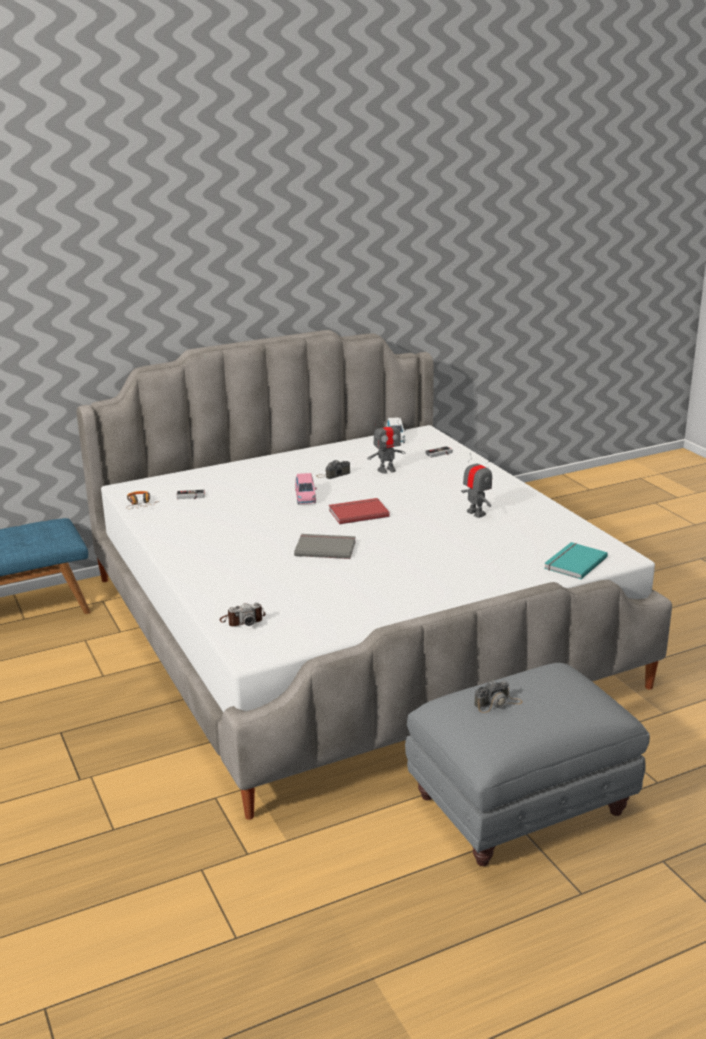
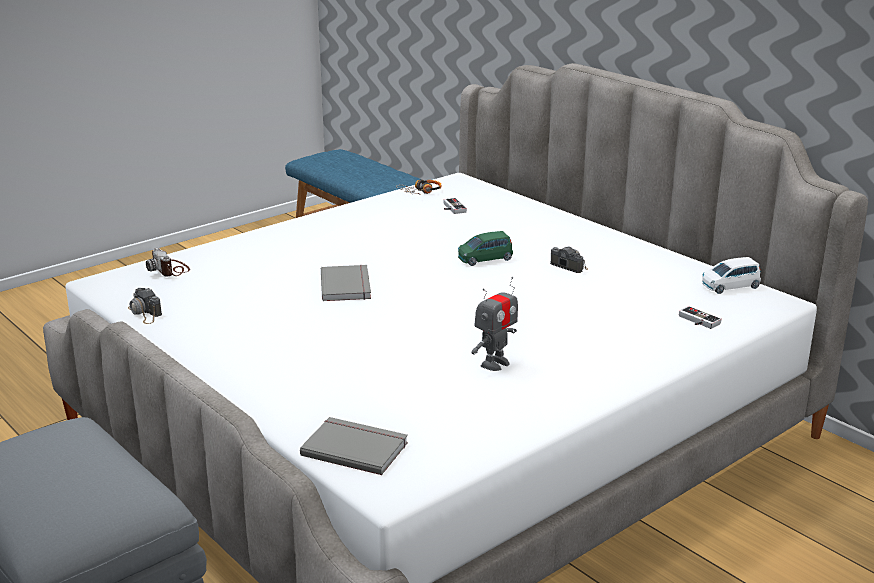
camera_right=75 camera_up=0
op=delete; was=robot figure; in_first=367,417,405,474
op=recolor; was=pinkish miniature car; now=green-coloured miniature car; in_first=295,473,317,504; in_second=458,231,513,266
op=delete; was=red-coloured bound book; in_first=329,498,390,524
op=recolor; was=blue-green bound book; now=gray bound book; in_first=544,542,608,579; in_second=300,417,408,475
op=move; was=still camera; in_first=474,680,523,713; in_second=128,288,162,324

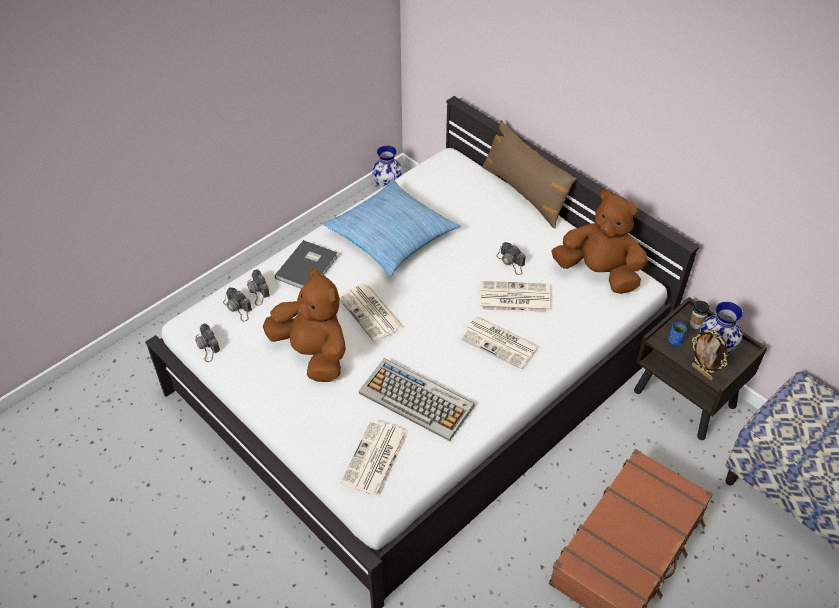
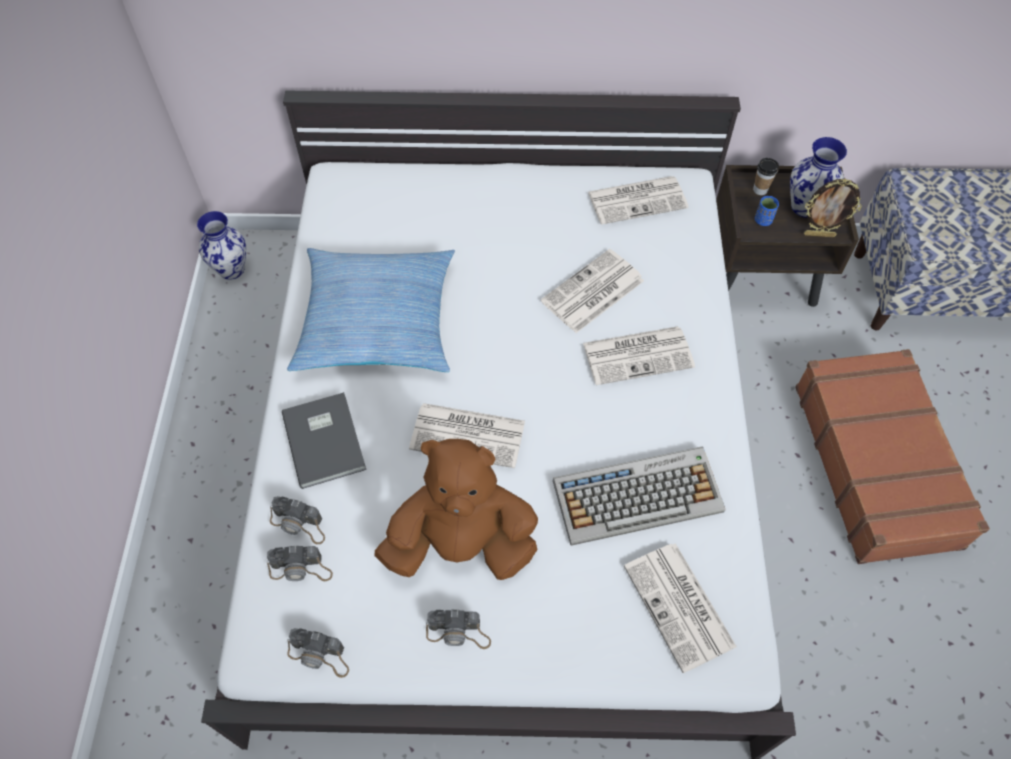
camera_right=-45 camera_up=10
op=delete; was=brown-coloured cushion; in_first=482,120,577,229
op=replace; was=brown-coloured plush toy; now=printed paper; in_first=551,190,648,294; in_second=588,176,689,225
op=move; was=still camera; in_first=496,242,526,275; in_second=426,610,491,649

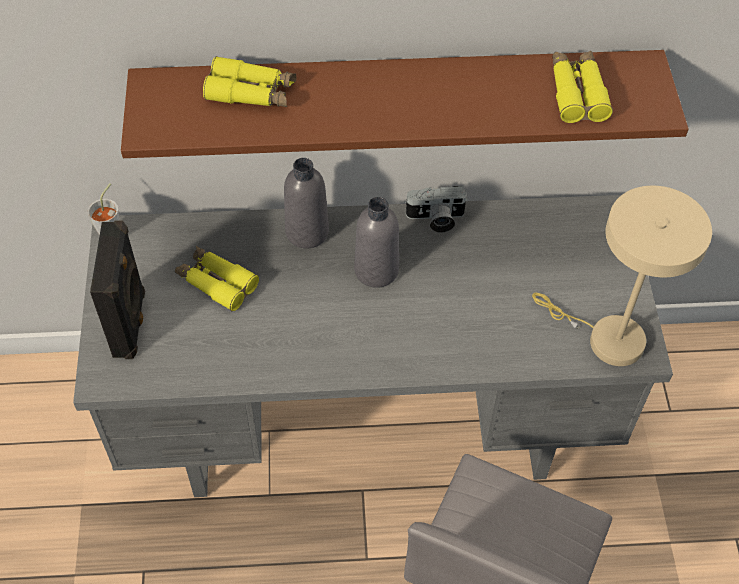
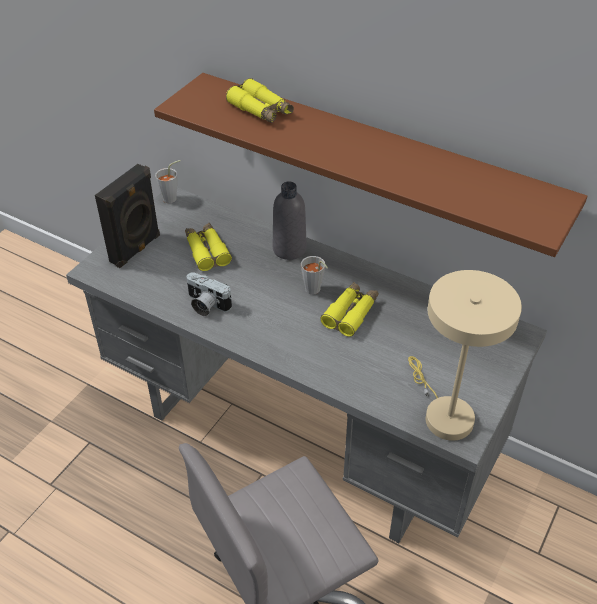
camera_right=35 camera_up=-10
op=move; was=yellowish binoculars; in_first=553,51,613,123; in_second=320,282,379,337
op=move; was=still camera; in_first=404,186,468,233; in_second=187,272,232,316
op=replace; was=gray beverage bottle; now=gray cup; in_first=354,197,399,288; in_second=301,256,328,295

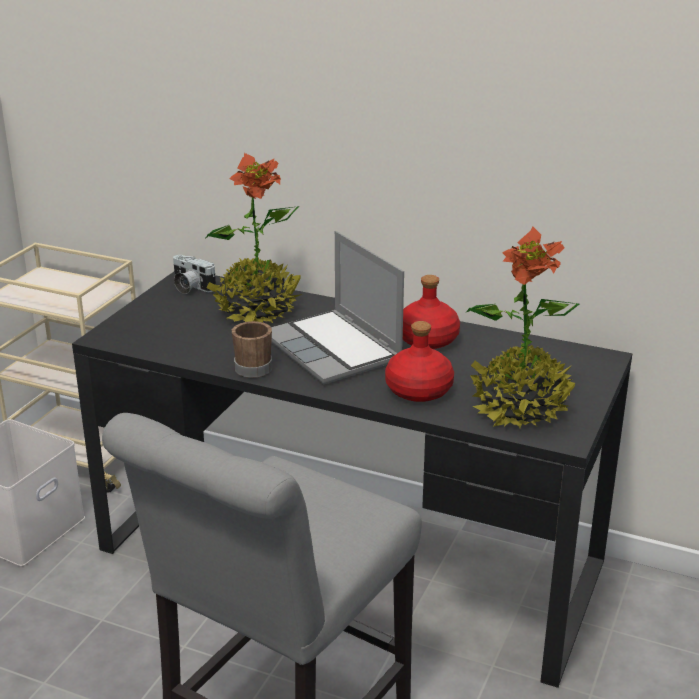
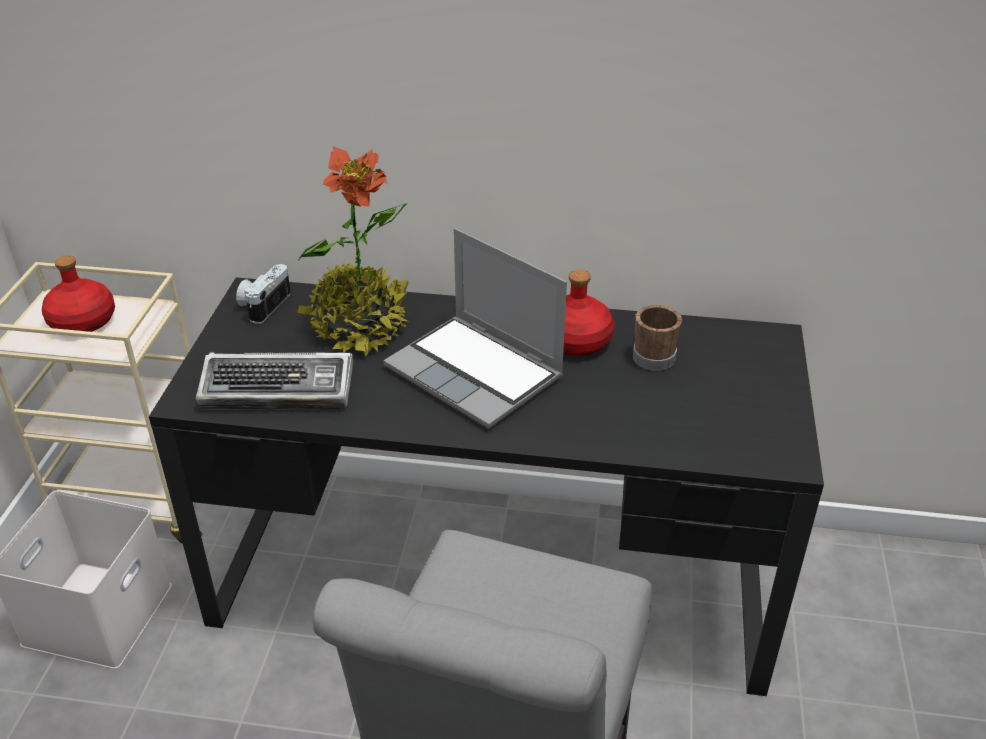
camera_right=-15 camera_up=10
op=delete; was=plant in a pot; in_first=466,227,579,428
op=rotate; was=still camera; in_first=173,255,216,294; in_second=236,264,291,324; clockwise=90
op=move; was=brown-coloured mug; in_first=232,321,272,378; in_second=633,305,682,371
op=move; was=red-coloured beverage bottle; in_first=385,321,454,402; in_second=42,255,115,332
op=insert; now=PC keyboard; in_second=195,352,353,409

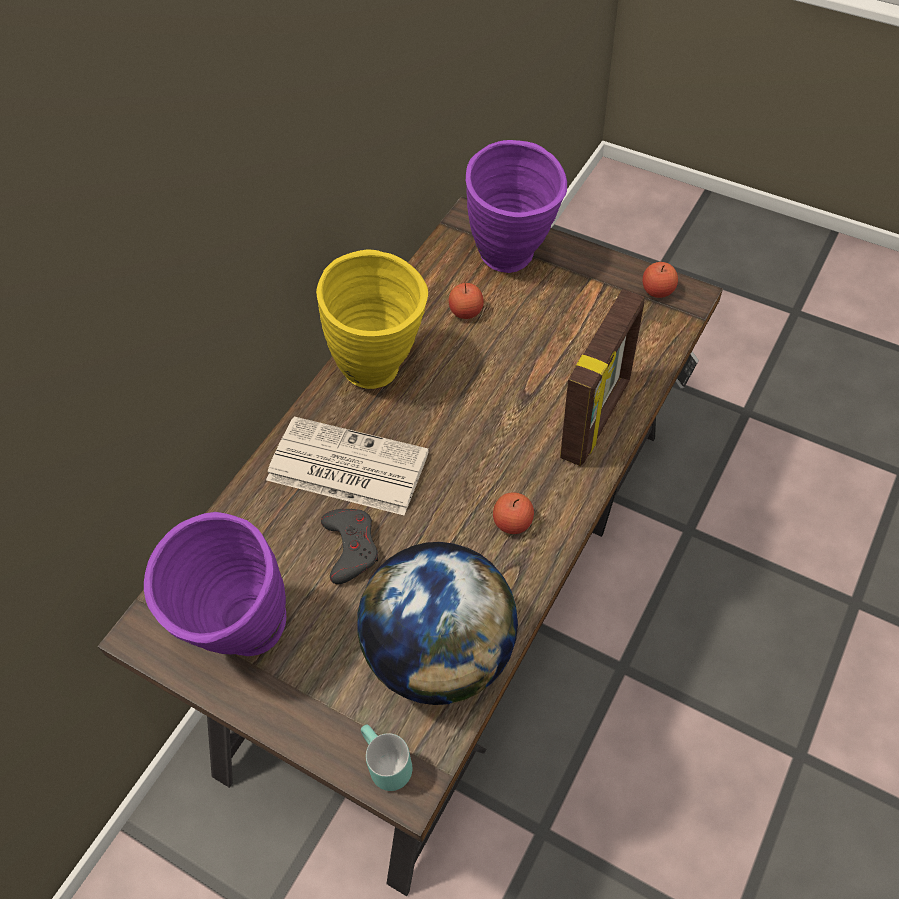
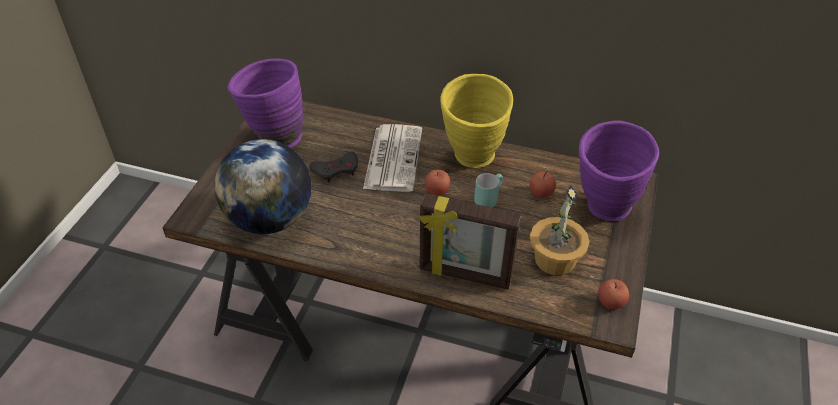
camera_right=75 camera_up=-10
op=move; was=whole apple; in_first=493,492,534,534; in_second=425,169,450,196
op=move; was=blue-green mug; in_first=361,724,412,791; in_second=474,173,503,208
op=insert; now=plant in a pot; in_second=530,185,590,275

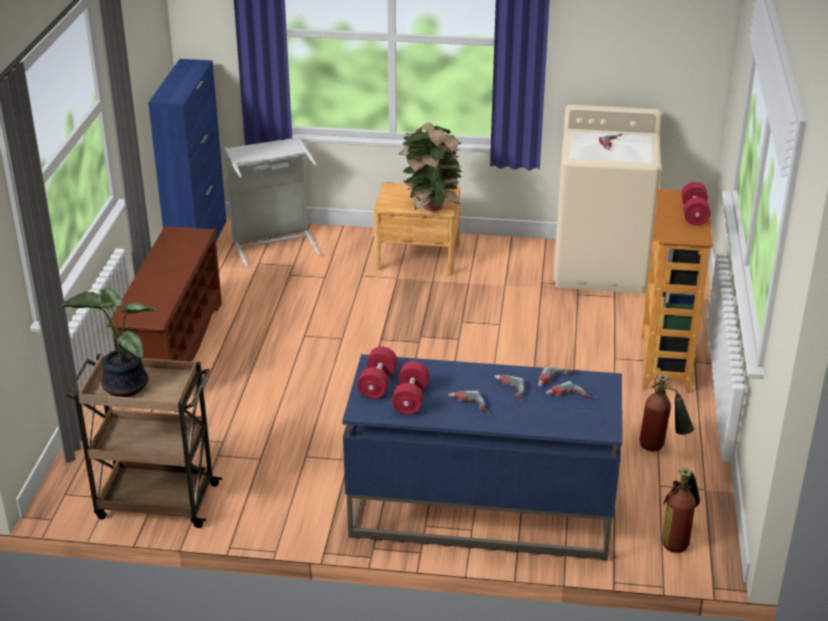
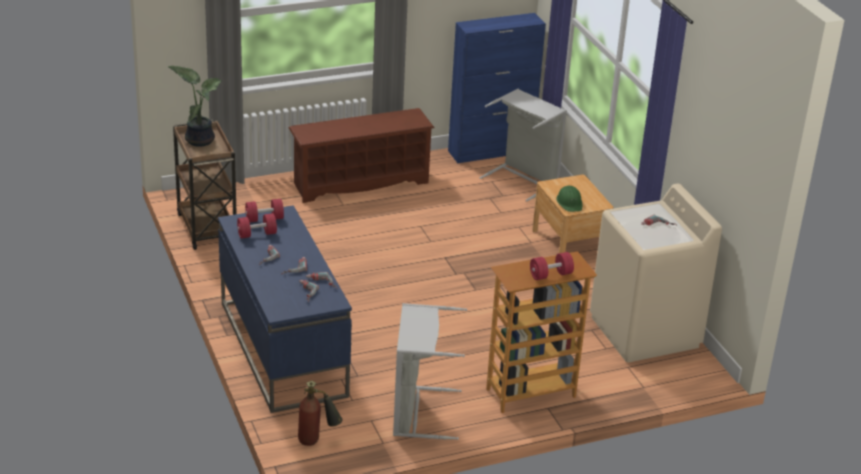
camera_right=60 camera_up=0
op=replace; was=plant in a pot; now=green-coloured work helmet; in_first=399,123,462,211; in_second=556,185,582,212
op=replace; was=fire-fighting cylinder; now=gray laundry basket; in_first=639,374,694,452; in_second=393,303,468,440

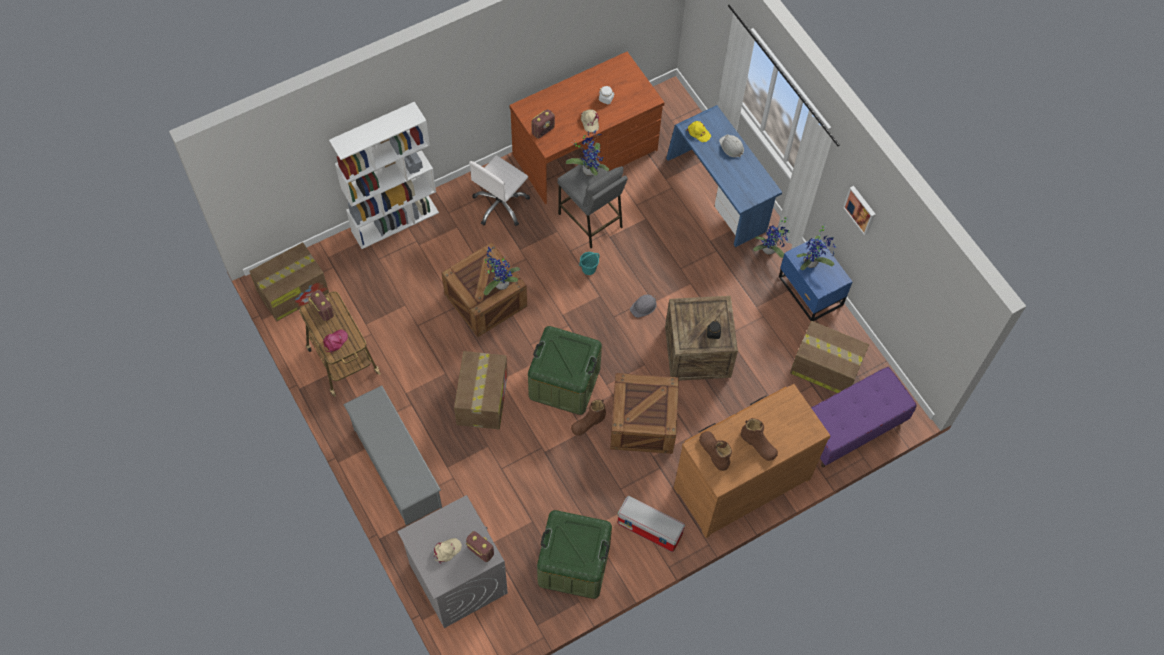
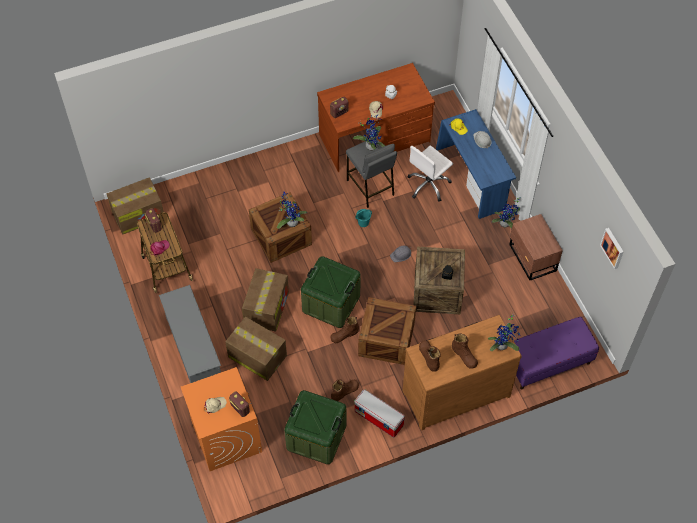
camera_right=10 camera_up=-5
op=delete; was=white-coloured shelving unit; in_first=329,102,439,249
op=move; was=white-coloured office chair; in_first=469,155,530,226; in_second=407,145,453,202
op=move; was=wall art; in_first=843,186,876,236; in_second=600,228,624,269
op=move; was=plant in a pot; in_first=796,223,836,270; in_second=488,313,520,351
op=recolor; was=bluish night table; now=brown-coloured night table; in_first=779,238,853,321; in_second=509,214,563,280
op=move; was=cardboard box; in_first=790,321,869,393; in_second=225,317,287,381
op=recolor; was=gray laundry appliance; now=orange laundry appliance; in_first=397,495,508,628; in_second=181,367,262,471
op=insert; now=brown-coloured boot; in_second=331,379,359,401

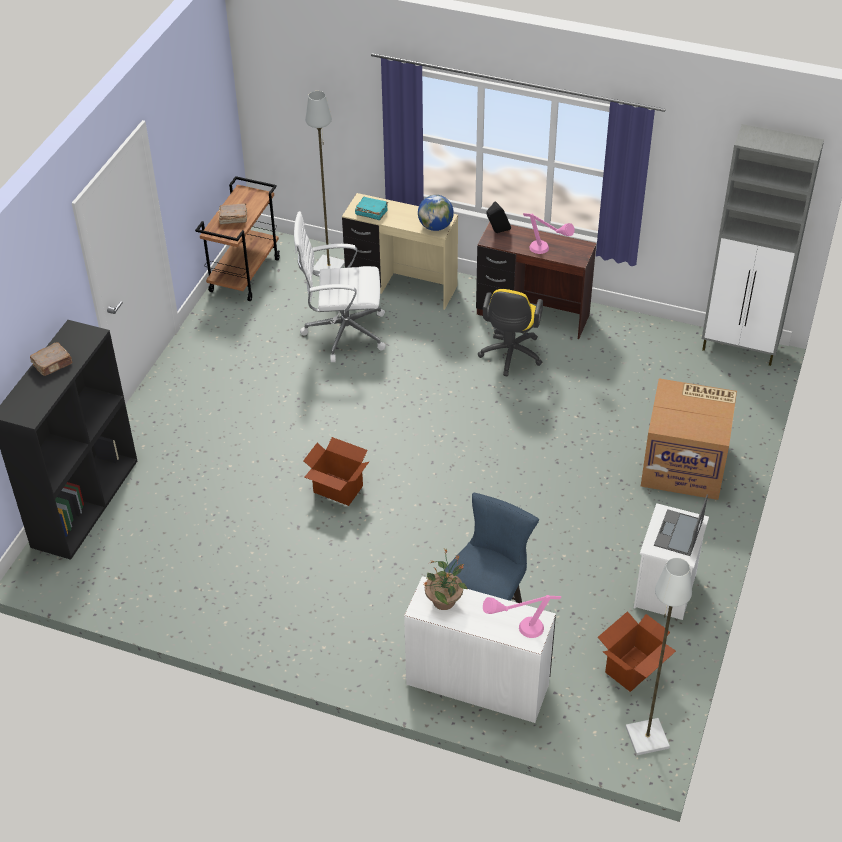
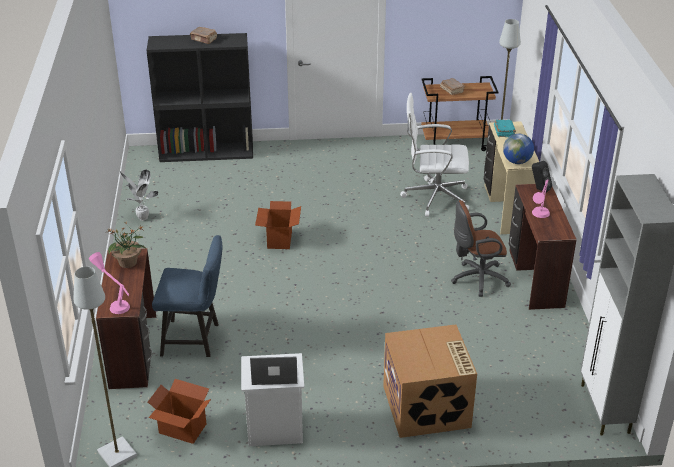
camera_right=65 camera_up=-10
op=rotate; was=white-coloured office chair; in_first=294,211,386,362; in_second=400,93,469,217; clockwise=-60
op=recolor; was=yellowish office chair; now=brown-coloured office chair; in_first=478,289,543,376; in_second=451,200,511,297
op=recolor; was=white-coloured desk; now=brown-coloured desk; in_first=404,576,556,723; in_second=96,248,156,389
op=insert; now=plant in a pot; in_second=120,169,158,221

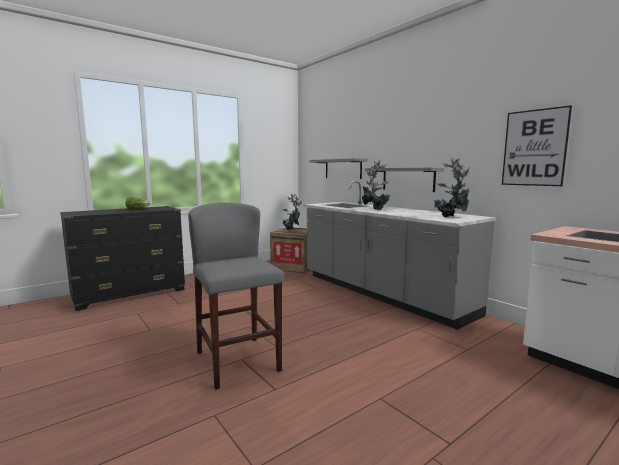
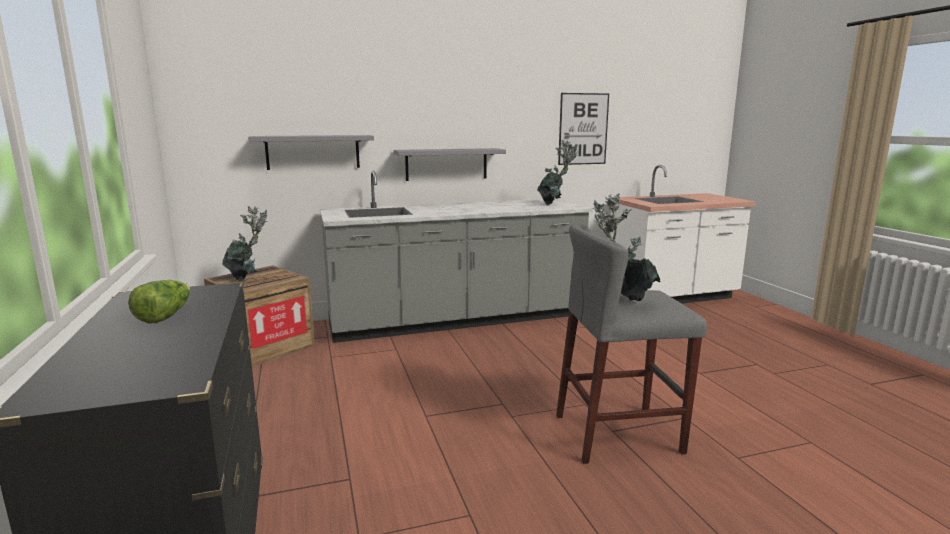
camera_right=-70 camera_up=5
op=move; was=plant in a pot; in_first=362,161,390,210; in_second=593,193,660,301

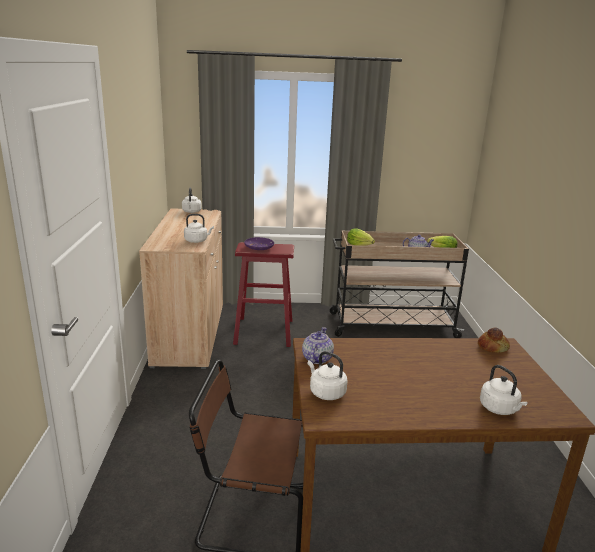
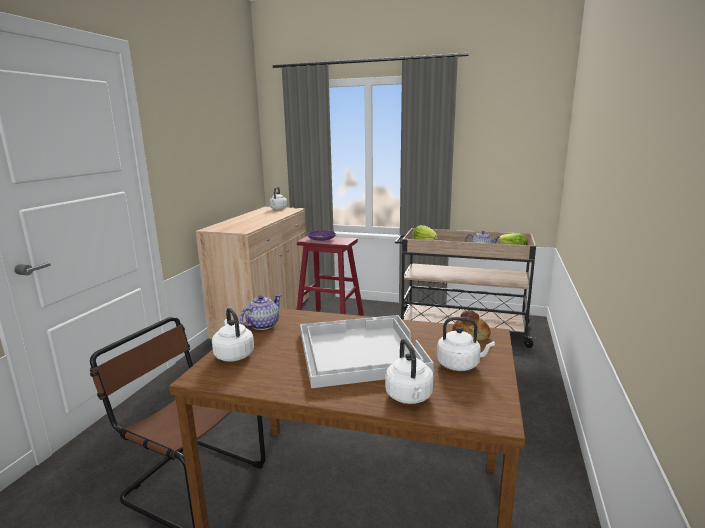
camera_right=20 camera_up=-5
op=move; was=white-coloured tea kettle; in_first=184,214,214,243; in_second=437,317,495,371
op=insert; now=white-coloured carrying tray; in_second=300,315,434,388

